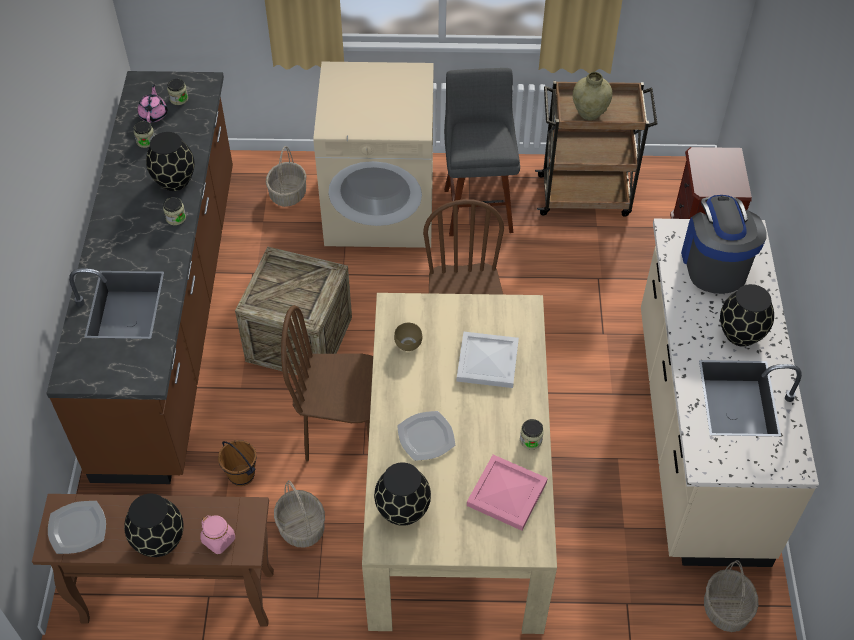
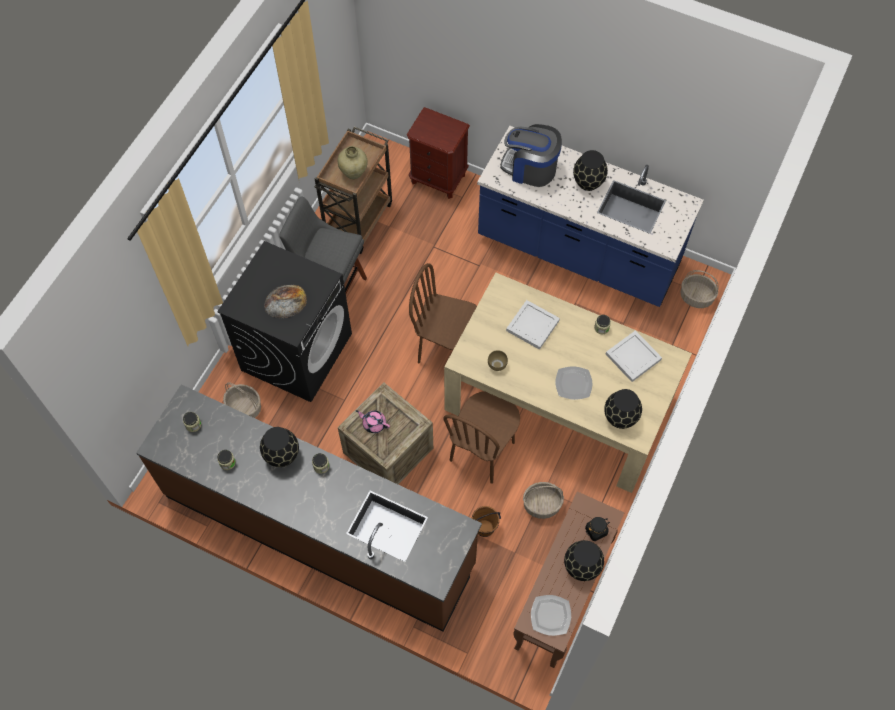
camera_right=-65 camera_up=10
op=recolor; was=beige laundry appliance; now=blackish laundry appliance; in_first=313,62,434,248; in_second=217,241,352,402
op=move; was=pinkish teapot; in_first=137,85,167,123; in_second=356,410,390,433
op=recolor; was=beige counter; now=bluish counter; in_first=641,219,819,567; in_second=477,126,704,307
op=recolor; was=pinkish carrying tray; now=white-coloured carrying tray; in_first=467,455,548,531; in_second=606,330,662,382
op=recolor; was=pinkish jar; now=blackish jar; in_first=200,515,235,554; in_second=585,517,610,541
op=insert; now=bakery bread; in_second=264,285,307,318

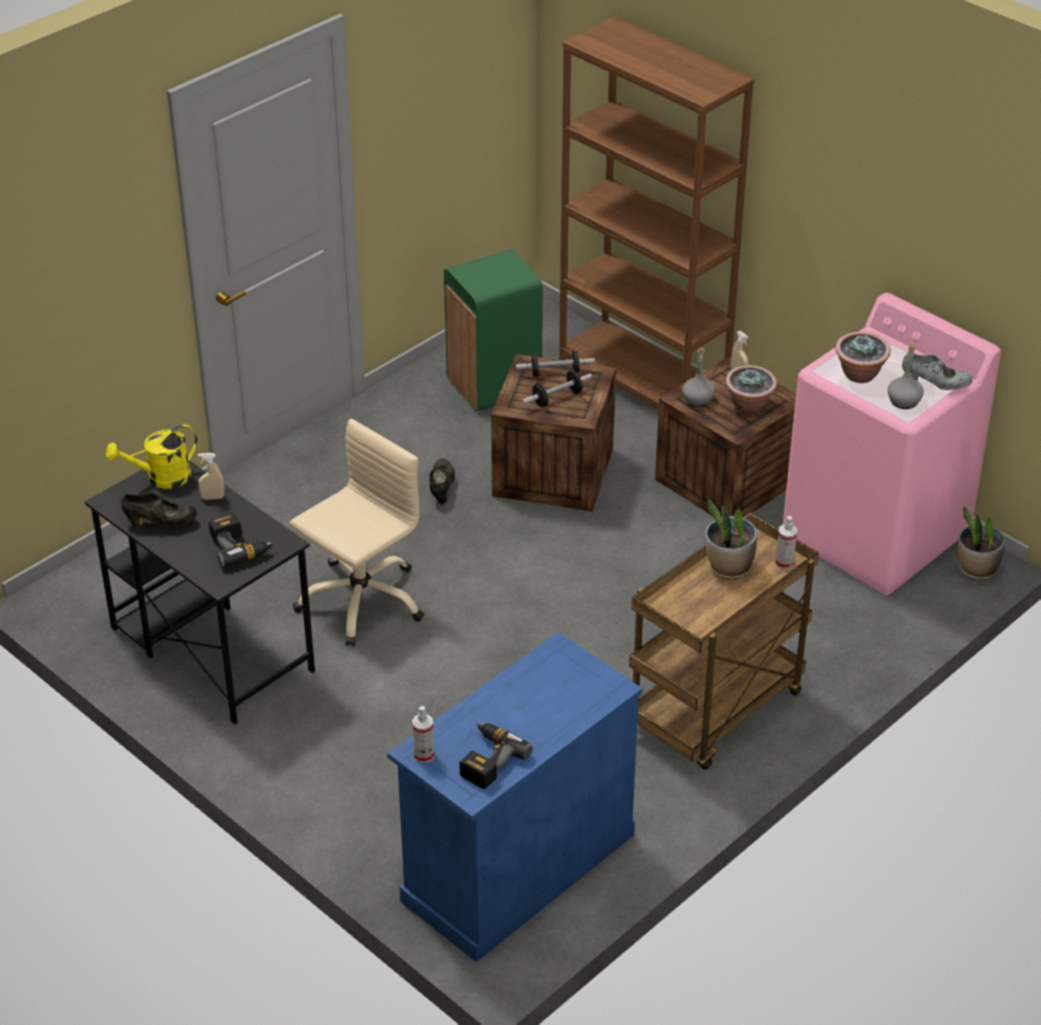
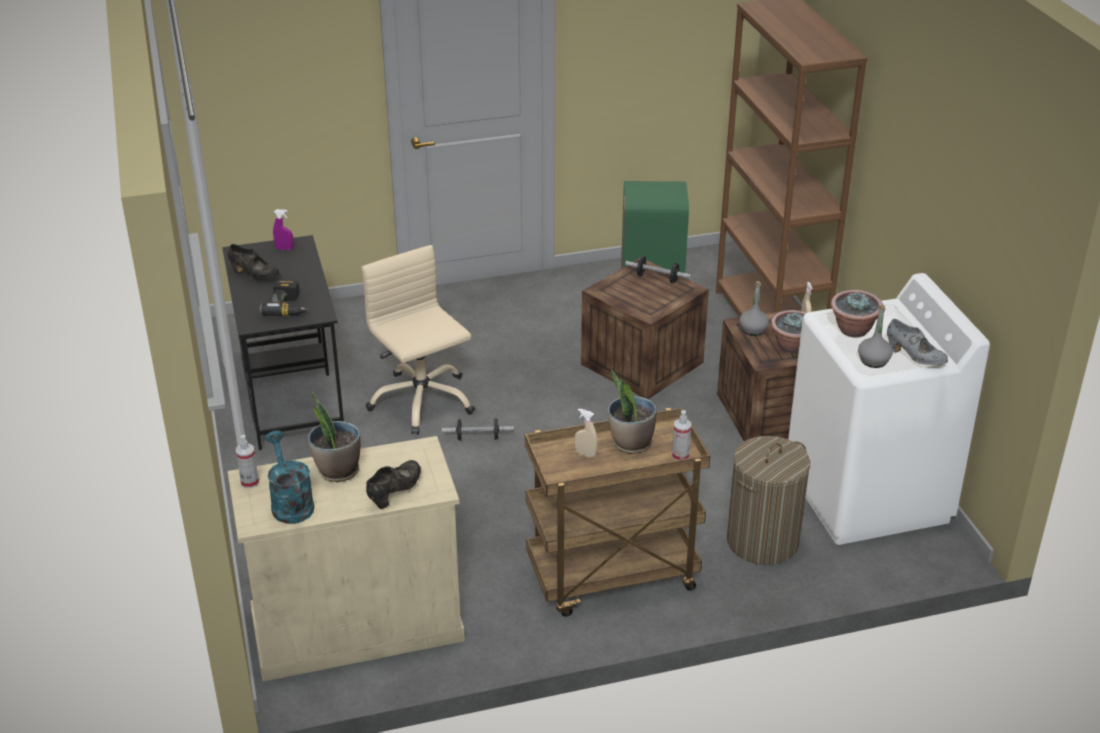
camera_right=30 camera_up=-5
op=recolor; was=pinkish laundry appliance; now=white-coloured laundry appliance; in_first=783,293,1001,595; in_second=788,273,990,545
op=move; was=dumbbell; in_first=522,371,592,407; in_second=442,418,513,441
op=rotate; was=beige office chair; in_first=290,418,424,646; in_second=361,245,475,434; clockwise=-105
op=replace; was=yellowish watering can; now=purple spray bottle; in_first=106,424,197,489; in_second=273,209,294,250
op=move; was=beige spray bottle; in_first=198,453,224,500; in_second=575,408,598,458
op=move; was=blackish low shoe; in_first=429,459,455,504; in_second=366,460,421,509
op=move; was=plant in a pot; in_first=958,506,1005,580; in_second=308,392,360,482
op=recolor; was=bluish cabinet; now=beige cabinet; in_first=387,632,643,962; in_second=227,436,465,682
op=replace; was=drill; now=blue-green watering can; in_first=460,723,533,789; in_second=265,430,314,524
op=insert; now=laundry basket; in_second=727,436,810,565

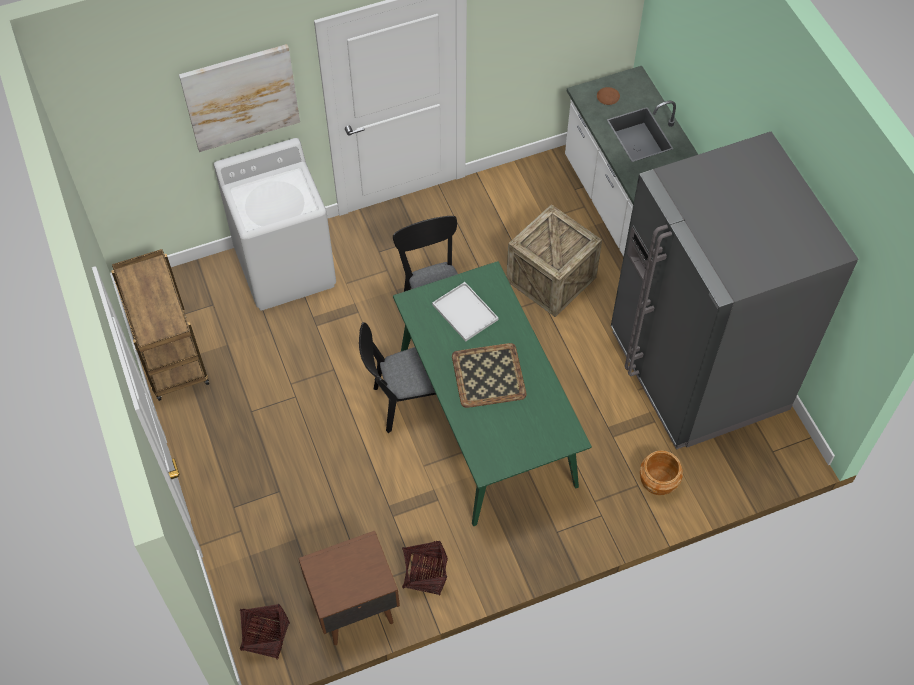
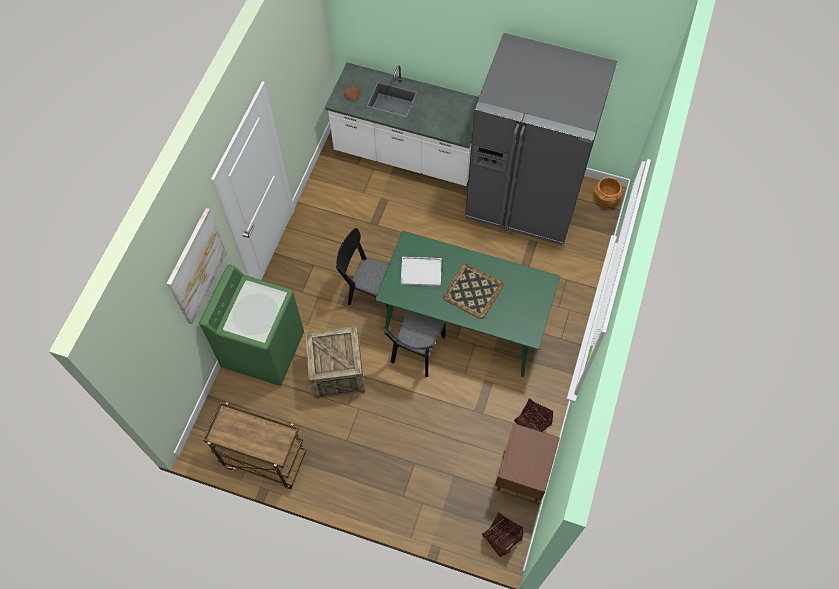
camera_right=-50 camera_up=5
op=recolor; was=white-coloured laundry appliance; now=green-coloured laundry appliance; in_first=214,138,336,310; in_second=199,264,304,386
op=move; was=crate; in_first=506,204,602,317; in_second=305,326,365,399
op=move; was=brown-coloured planter; in_first=640,450,683,495; in_second=594,177,622,207

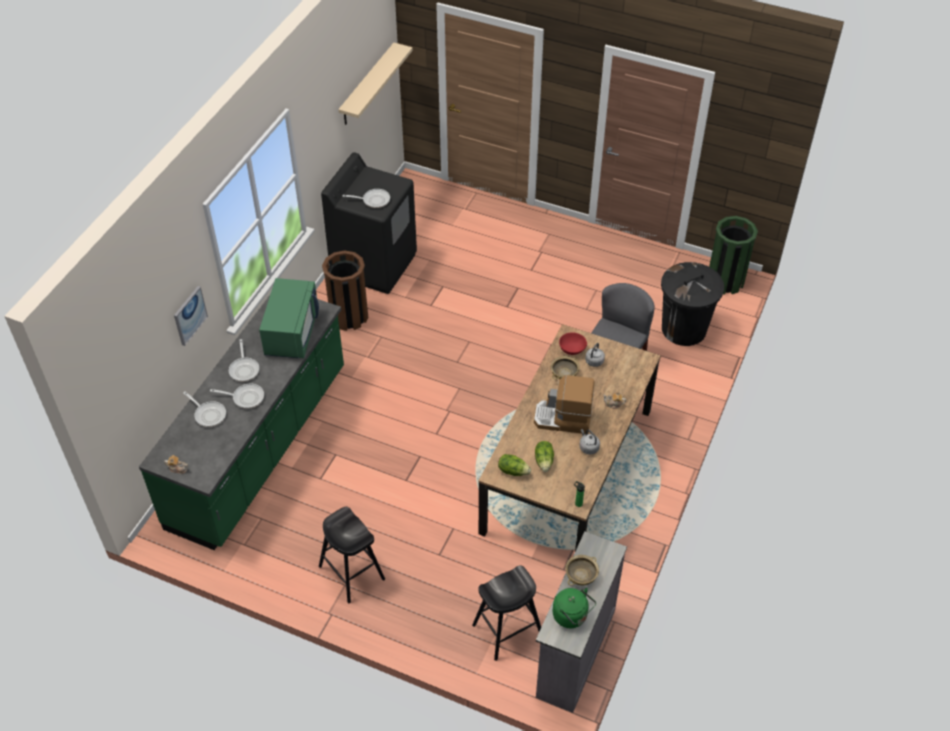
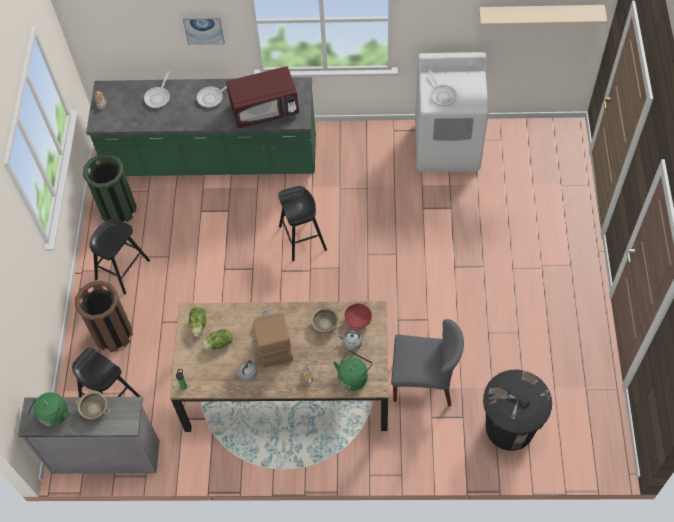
camera_right=70 camera_up=10
op=recolor; was=blackish laundry appliance; now=white-coloured laundry appliance; in_first=321,152,417,294; in_second=415,52,489,172
op=move; was=green-coloured trash can; in_first=709,216,758,295; in_second=83,154,136,222
op=move; was=brown-coloured trash can; in_first=322,250,368,331; in_second=75,281,133,352
op=recolor; was=green-coloured microwave oven; now=red-coloured microwave oven; in_first=259,278,319,358; in_second=226,66,299,129
op=delete; was=frying pan; in_first=210,384,264,409
op=insert; now=blackish stool seat; in_second=278,186,327,261
op=insert; now=green-coloured tea kettle; in_second=334,351,372,391

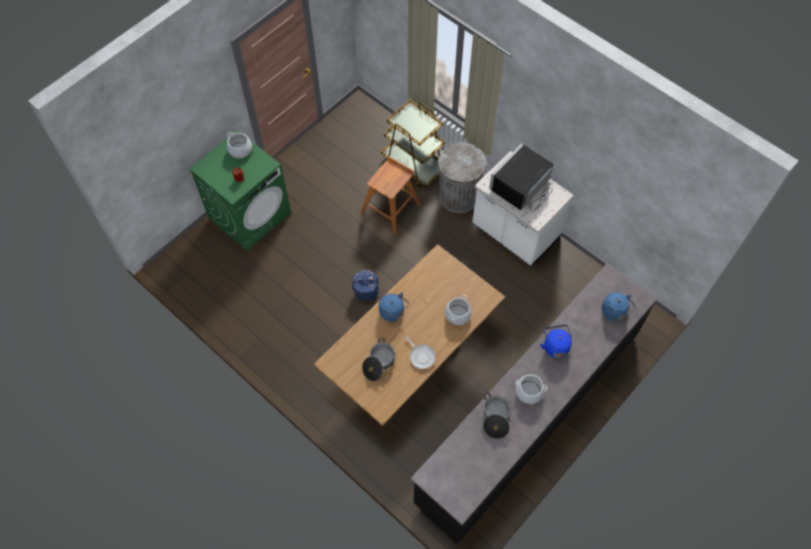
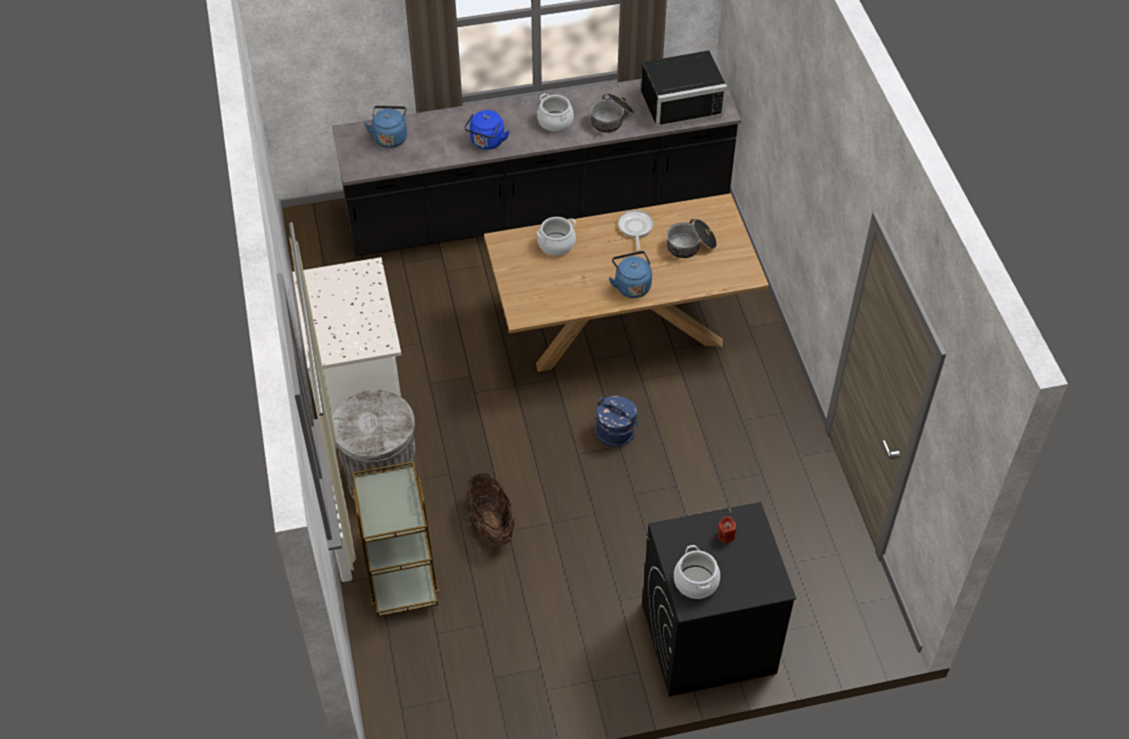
camera_right=-145 camera_up=-10
op=recolor; was=green-coloured laundry appliance; now=blackish laundry appliance; in_first=189,130,291,251; in_second=642,502,796,696
op=move; was=blackish microwave oven; in_first=489,143,553,211; in_second=641,51,727,128
op=replace; was=brown-coloured stool seat; now=household basket; in_first=360,156,420,235; in_second=467,472,515,546

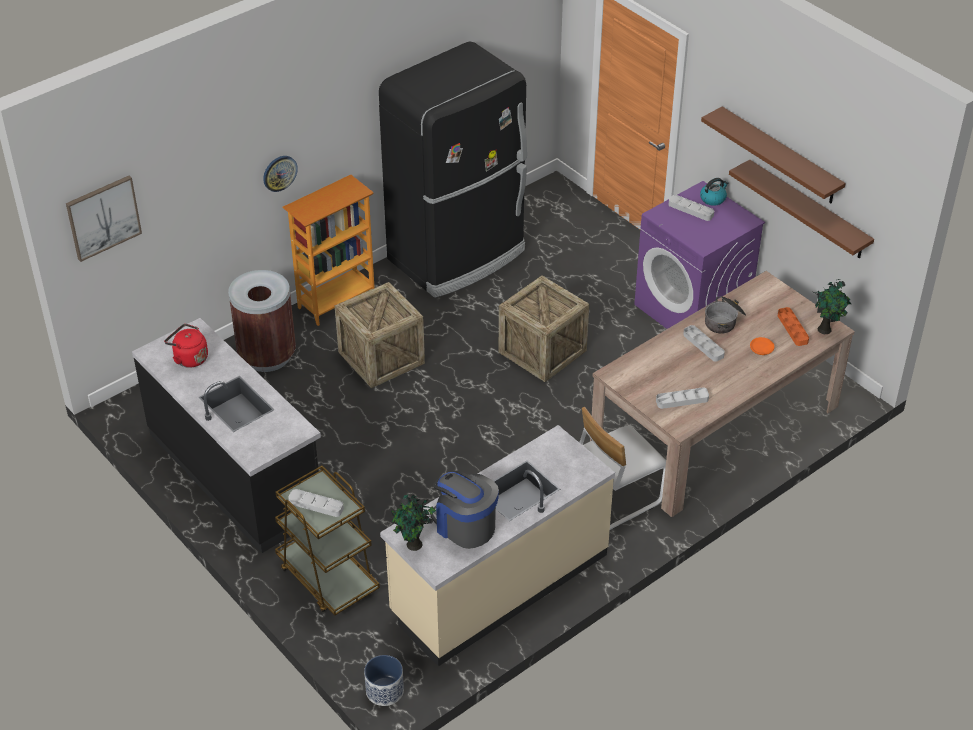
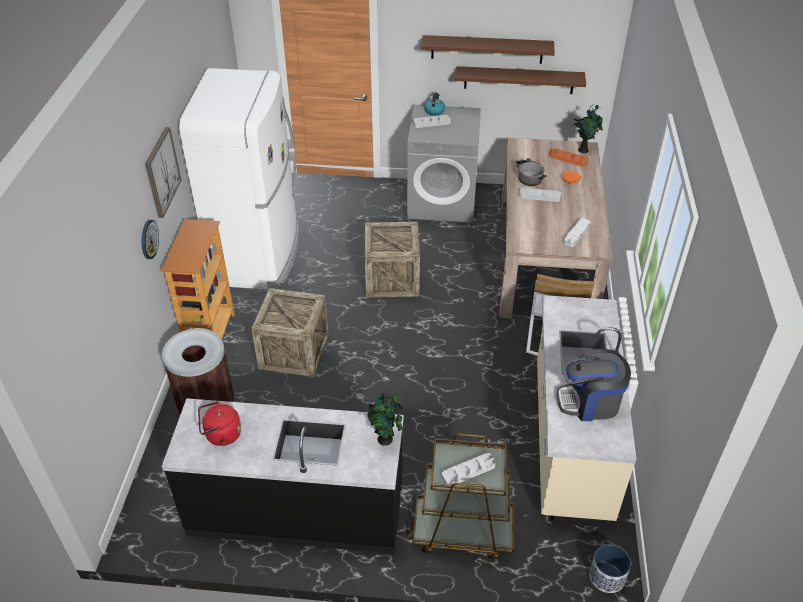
camera_right=-45 camera_up=0
op=recolor; was=blackish kitchen fridge; now=white-coloured kitchen fridge; in_first=379,42,527,298; in_second=179,68,299,290
op=move; was=wall art; in_first=66,176,142,262; in_second=145,127,182,218
op=recolor; was=purple laundry appliance; now=gray laundry appliance; in_first=634,181,765,329; in_second=407,105,481,223
op=move; was=plant in a pot; in_first=391,495,436,551; in_second=367,393,403,446

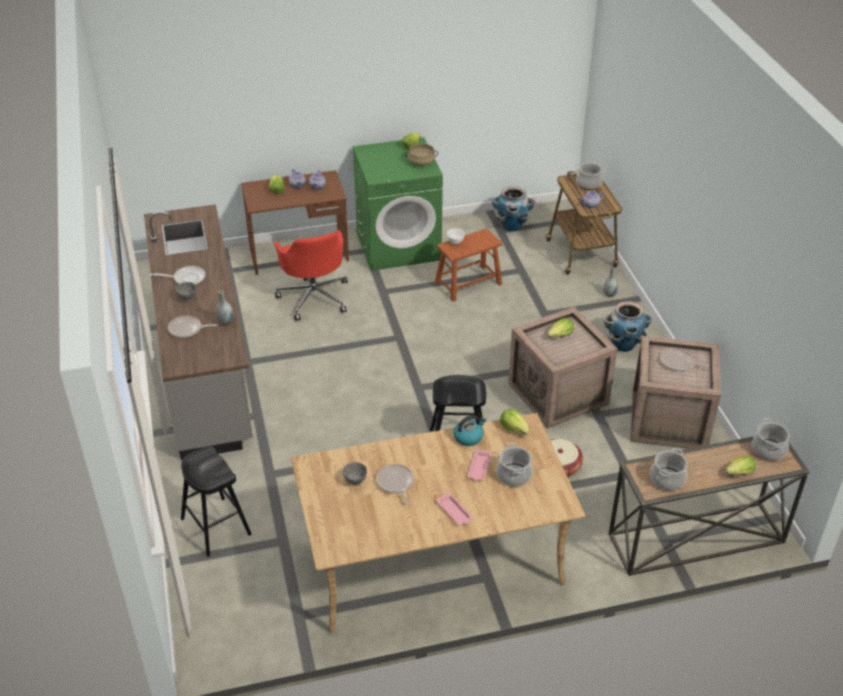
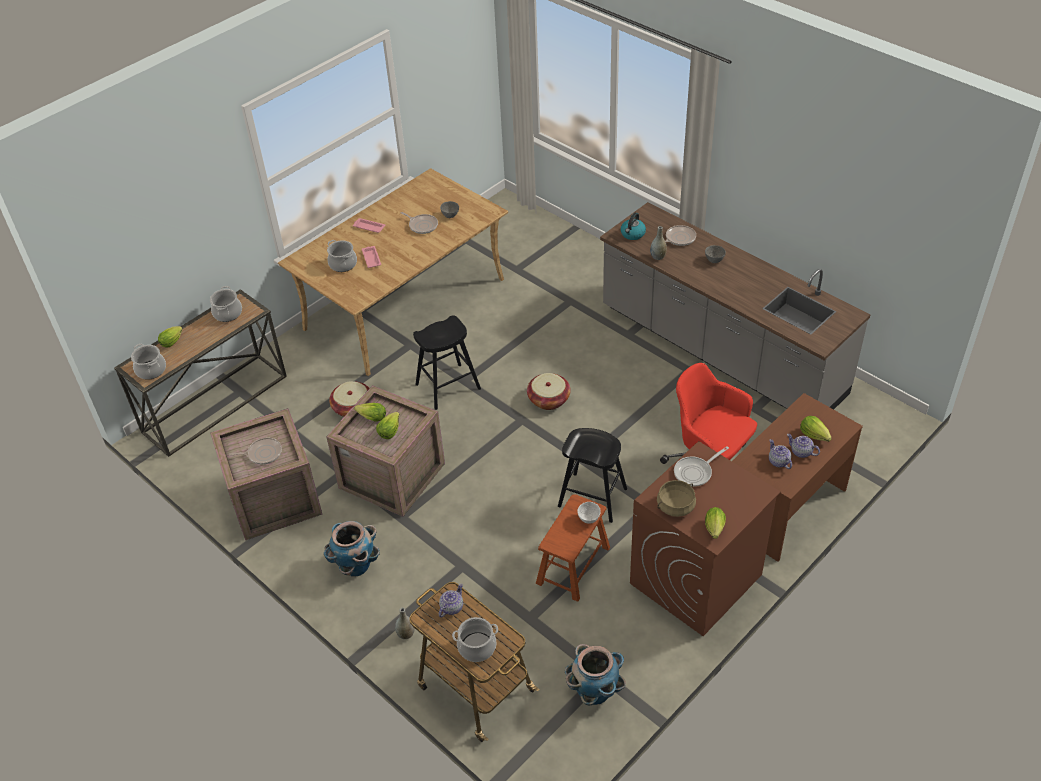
camera_right=150 camera_up=5
op=recolor; was=green-coloured laundry appliance; now=brown-coloured laundry appliance; in_first=353,137,443,271; in_second=630,441,781,636
op=move; was=frying pan; in_first=150,266,205,285; in_second=674,446,729,487
op=move; was=head of lettuce; in_first=500,409,529,435; in_second=354,403,386,422
op=move; was=tea kettle; in_first=453,415,486,446; in_second=621,213,646,240
op=move; was=blackish stool seat; in_first=181,446,251,557; in_second=558,428,627,523
op=insert; now=household basket; in_second=527,373,571,410

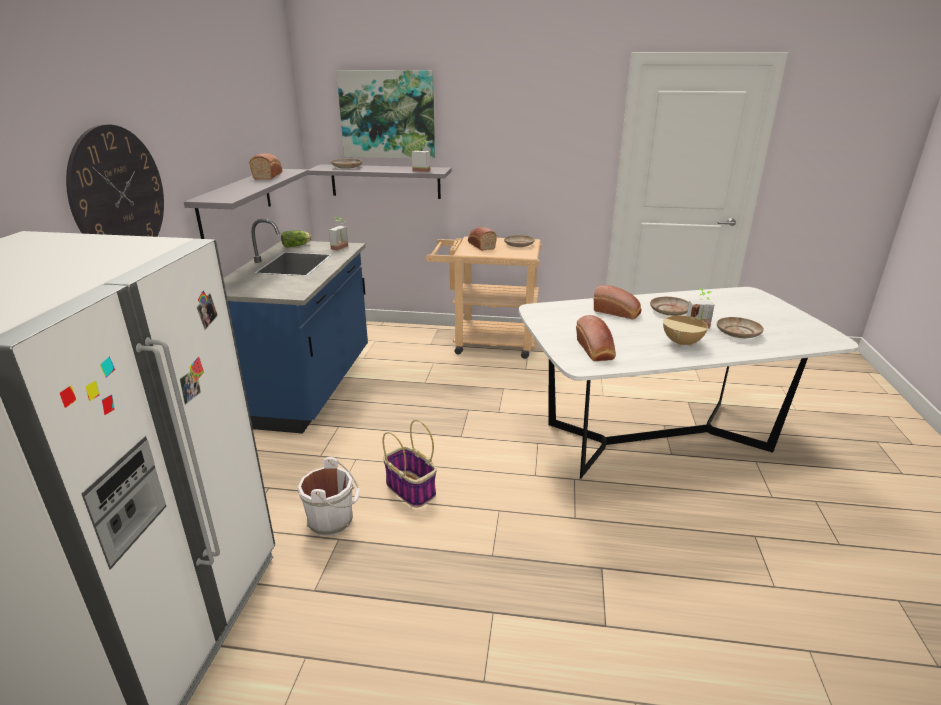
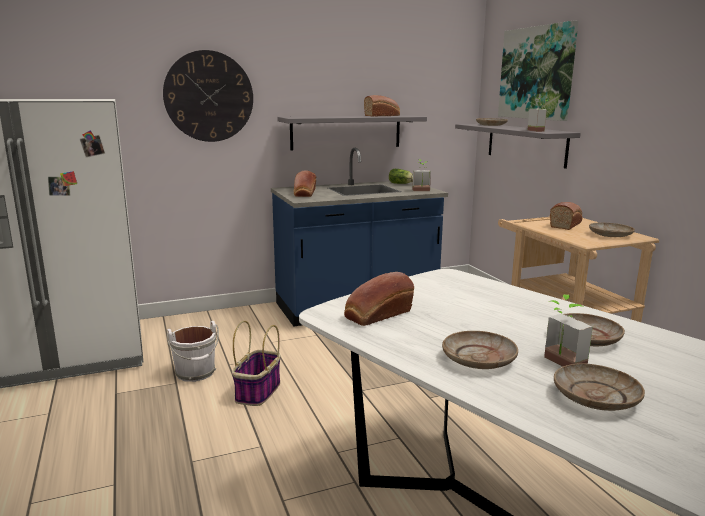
camera_right=60 camera_up=-10
op=move; was=bakery bread; in_first=594,285,642,319; in_second=294,170,316,197
op=replace; was=beige saucepot; now=beige plate; in_first=663,304,708,347; in_second=442,331,518,369

